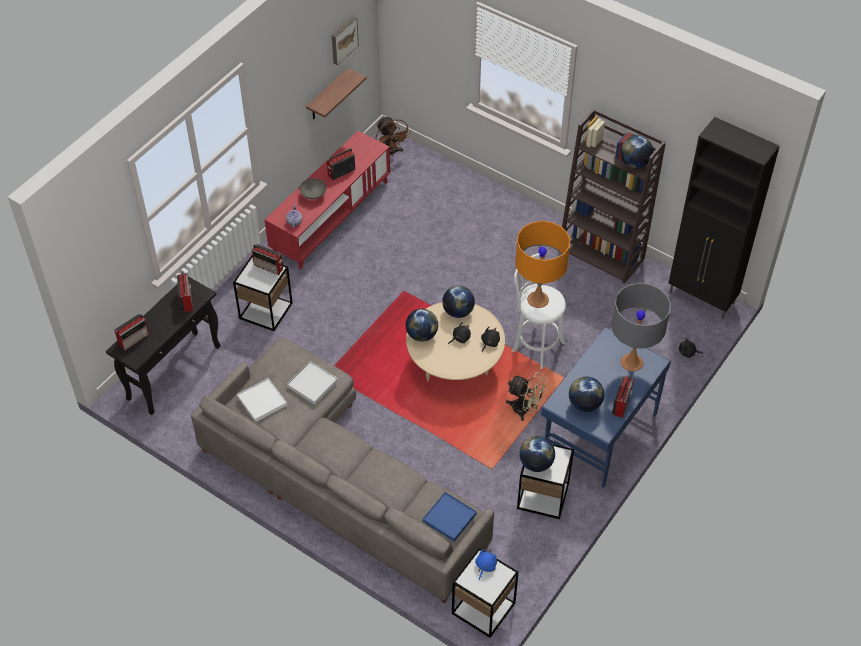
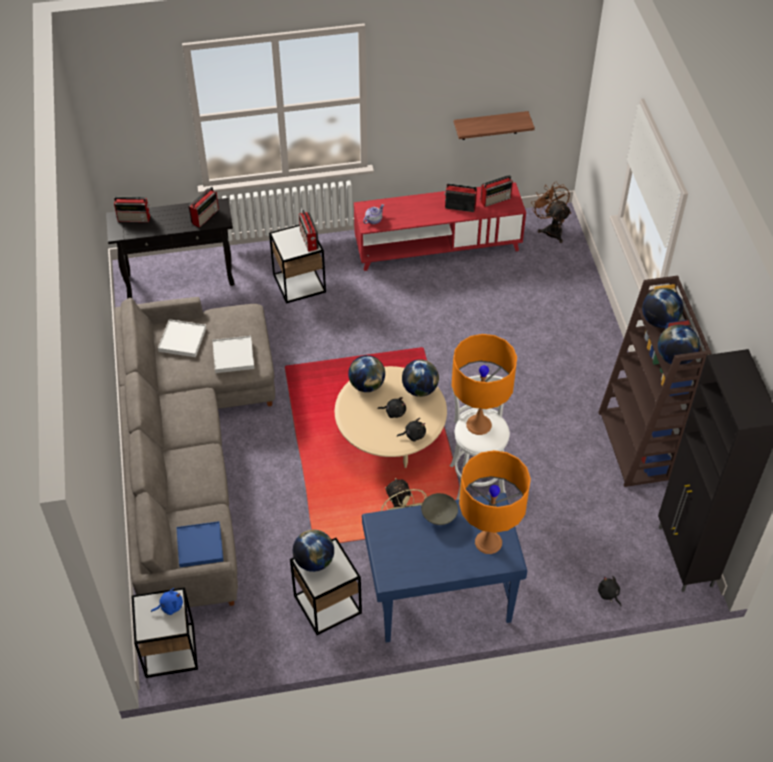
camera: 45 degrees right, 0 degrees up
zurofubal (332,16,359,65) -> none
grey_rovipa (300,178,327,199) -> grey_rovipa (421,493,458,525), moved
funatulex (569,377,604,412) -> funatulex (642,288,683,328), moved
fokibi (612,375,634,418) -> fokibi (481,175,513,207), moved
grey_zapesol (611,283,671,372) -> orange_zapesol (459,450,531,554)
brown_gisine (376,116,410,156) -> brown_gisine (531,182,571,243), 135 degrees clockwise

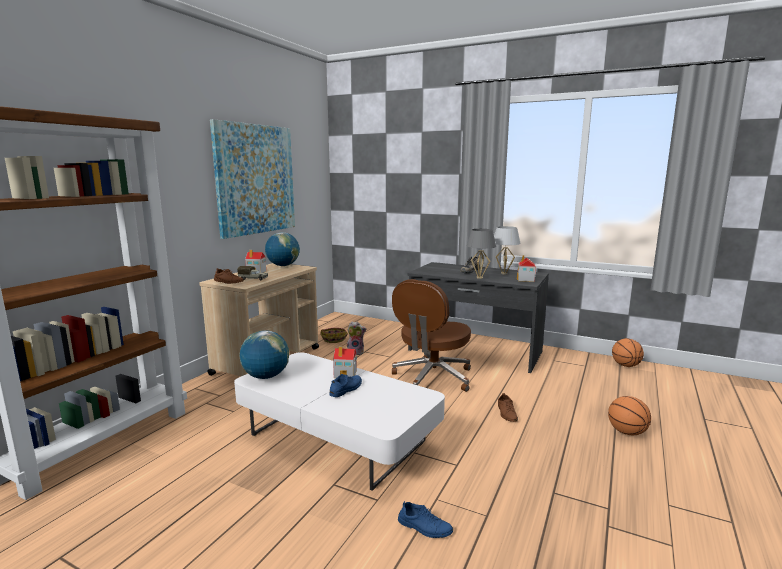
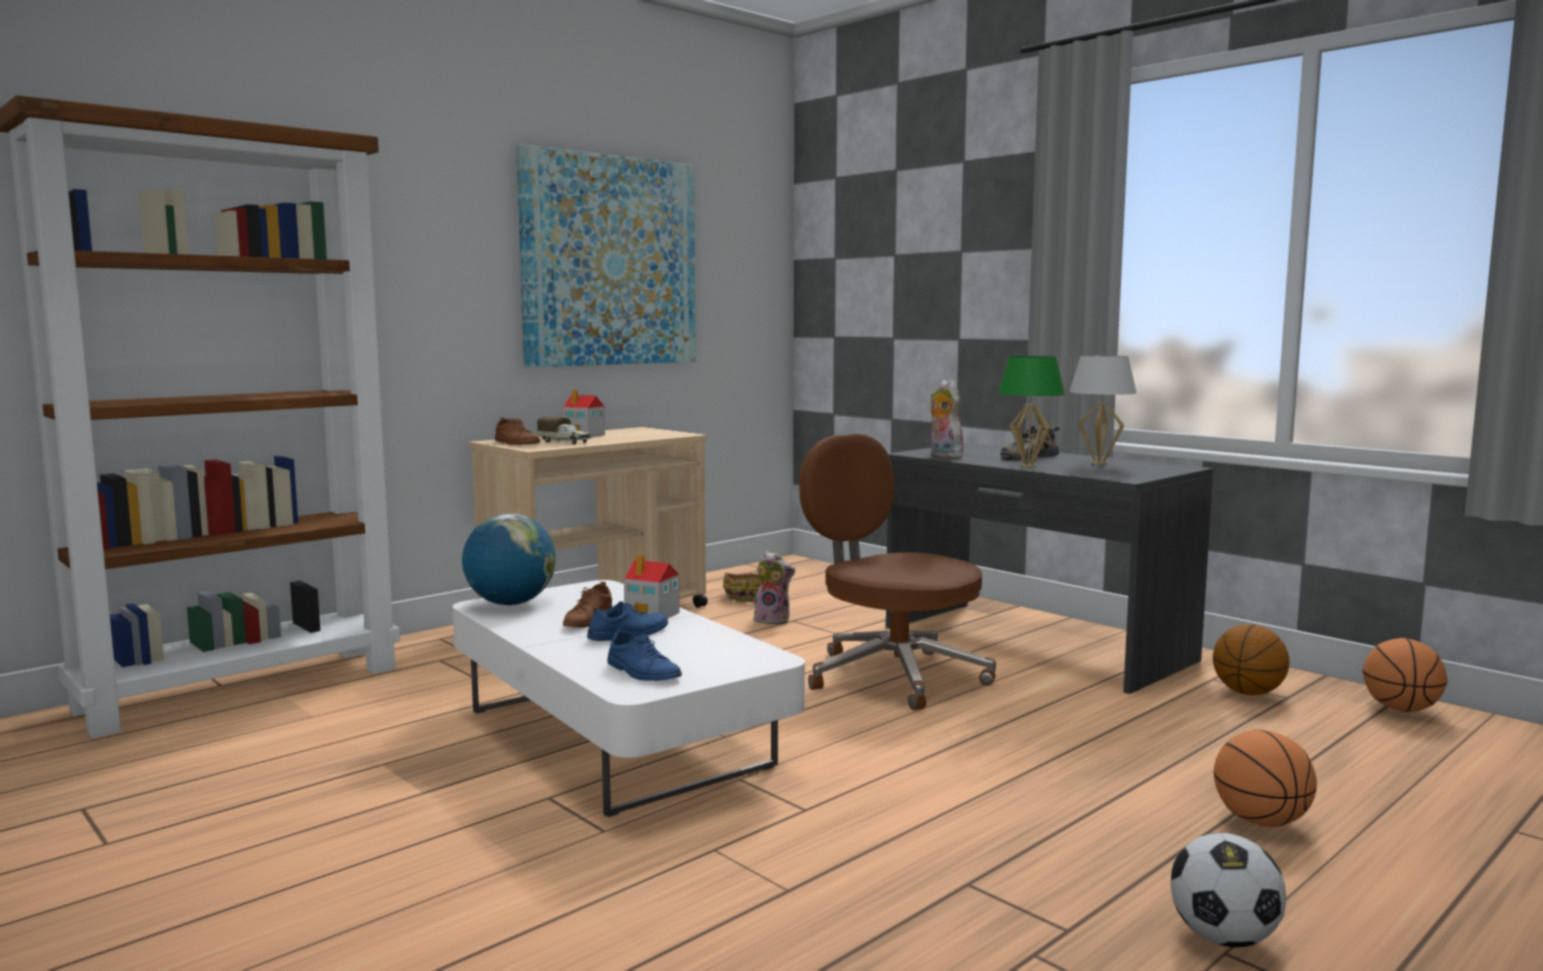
camera: 20 degrees right, 5 degrees down
funatulex (265,232,300,266) -> none
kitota (517,255,536,282) -> none
none -> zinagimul (930,380,964,458)
none -> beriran (1171,833,1286,947)
none -> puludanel (1213,624,1289,695)
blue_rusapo (398,501,453,538) -> blue_rusapo (607,628,682,681), moved
brown_rusapo (498,393,518,422) -> brown_rusapo (563,582,612,628), moved
grey_zapesol (467,229,496,279) -> green_zapesol (998,356,1065,467)
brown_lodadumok (392,279,471,392) -> brown_lodadumok (799,434,996,710), 90 degrees clockwise

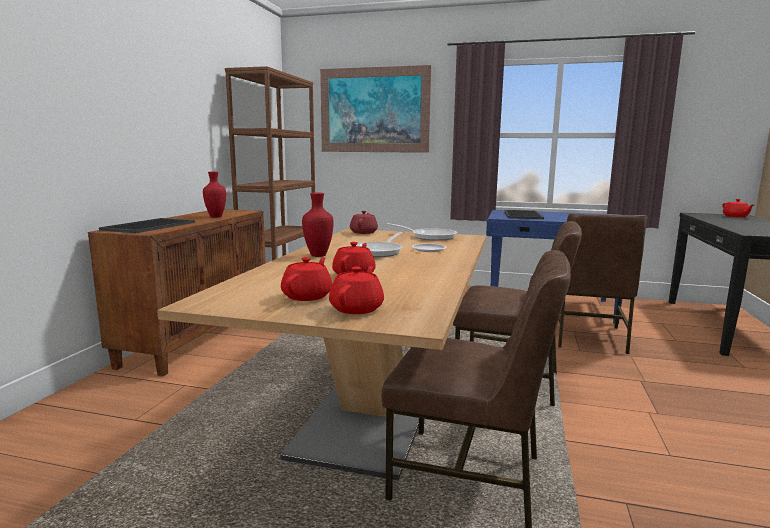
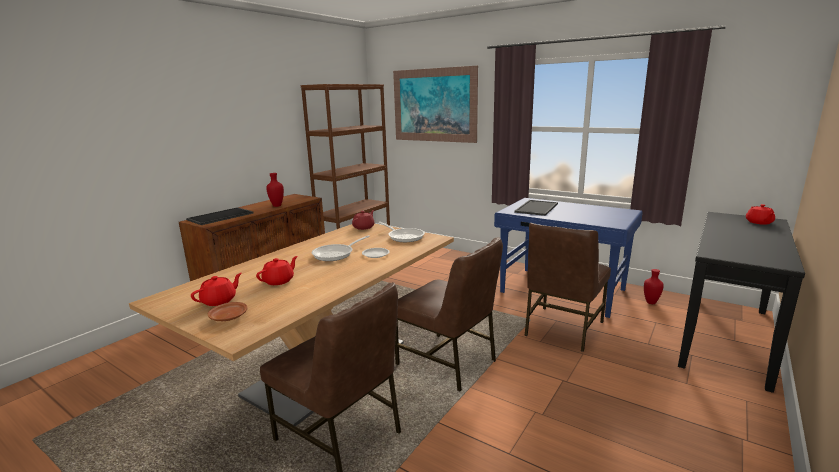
camera: 20 degrees right, 5 degrees up
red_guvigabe (302,193,334,257) -> red_guvigabe (644,269,664,304), moved
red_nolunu (329,266,384,314) -> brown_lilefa (208,302,248,321)

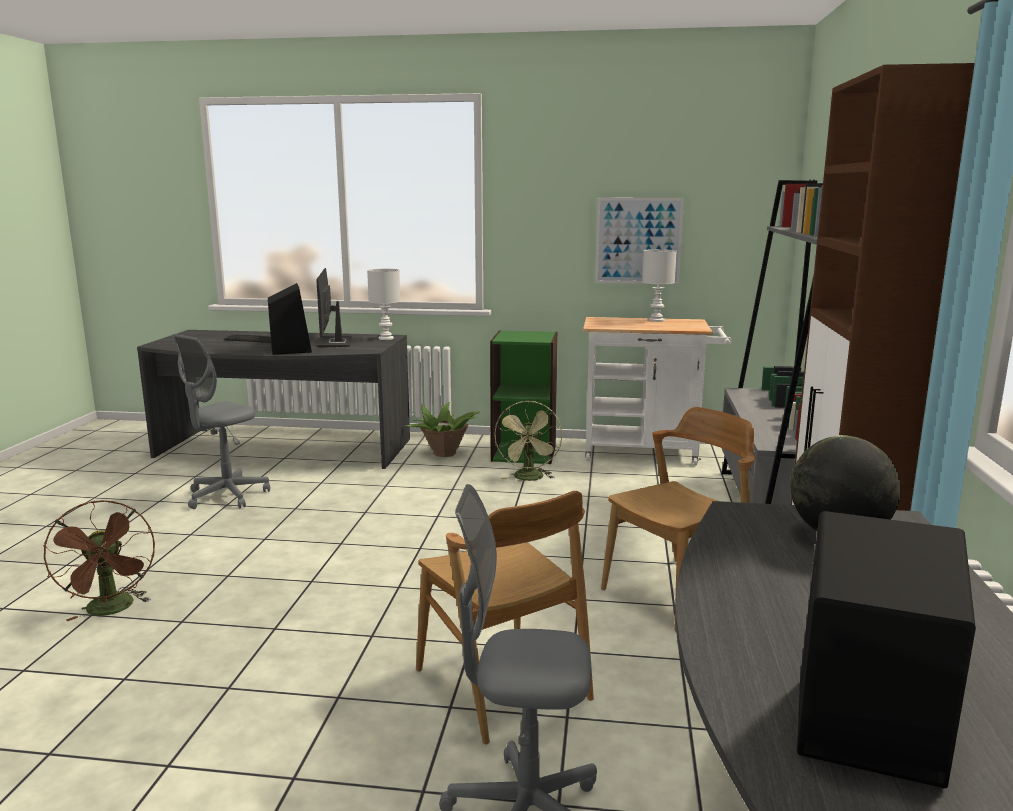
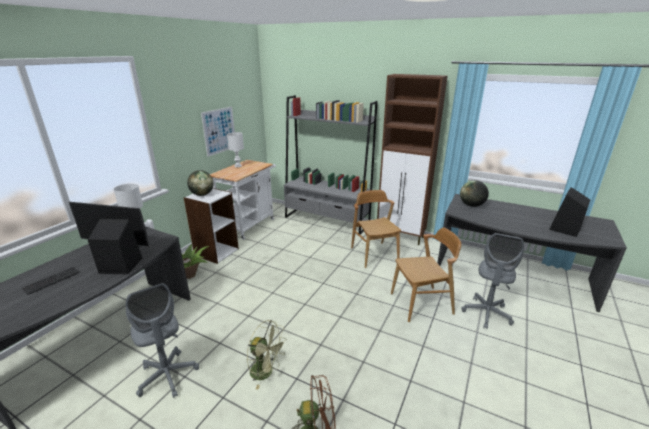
camera: 70 degrees left, 10 degrees up
none -> funatulex (187,170,214,196)
green_gisine (494,401,562,481) -> green_gisine (247,320,287,390), moved
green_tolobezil (490,330,558,464) -> white_tolobezil (184,188,239,264)

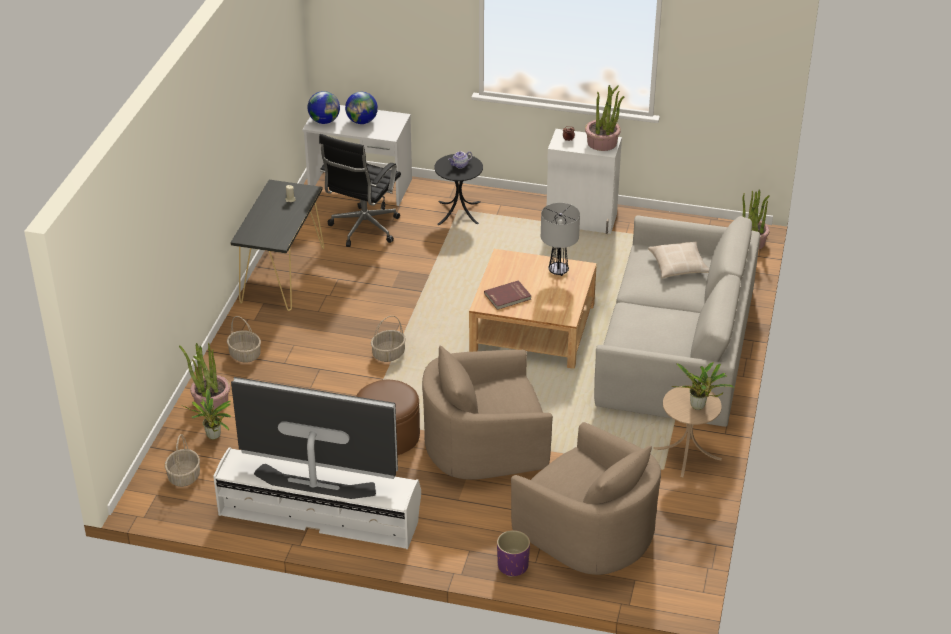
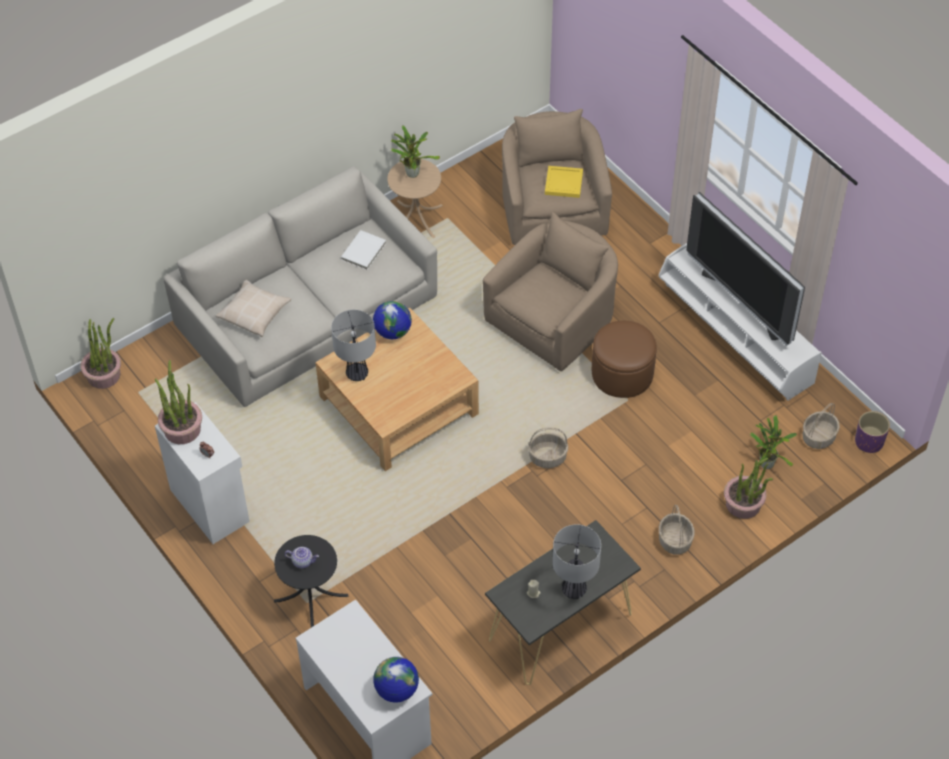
camera: 140 degrees left, 15 degrees up
black_lodadumok (319,134,401,247) -> none
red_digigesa (484,280,531,310) -> none
none -> white_digigesa (341,230,386,270)
none -> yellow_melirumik (545,166,583,198)
none -> zapesol (552,524,601,599)
funatulex (345,92,378,124) -> funatulex (373,301,412,339), moved
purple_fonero (497,530,530,577) -> purple_fonero (855,411,890,453), moved
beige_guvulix (422,346,553,480) -> beige_guvulix (483,212,618,371), 75 degrees counterclockwise

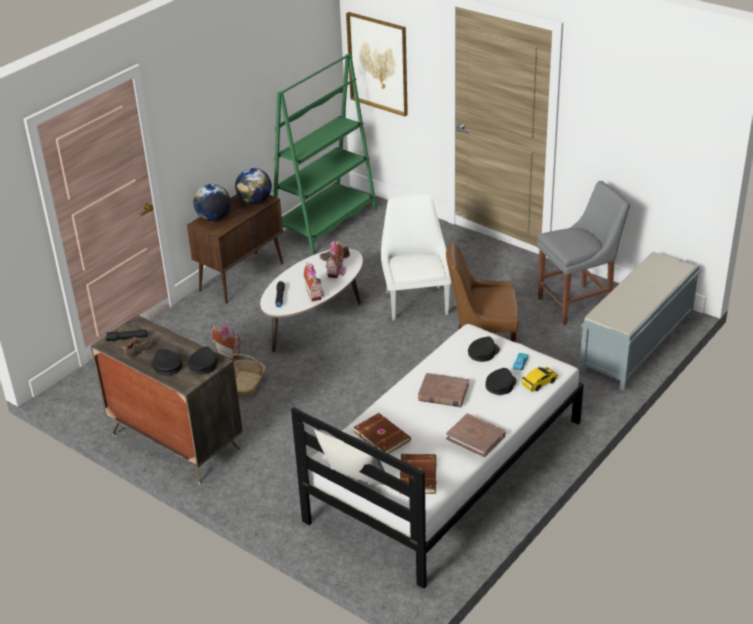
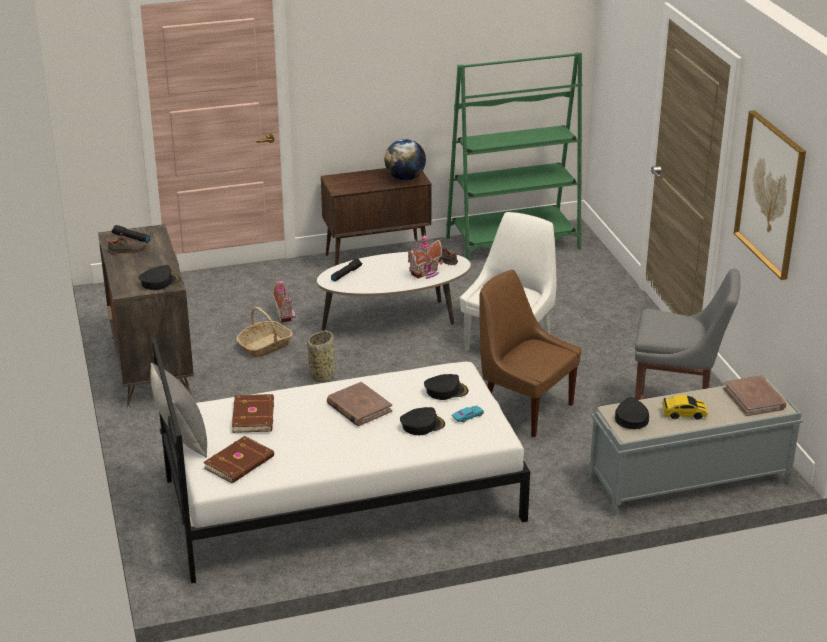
camera: 35 degrees right, 5 degrees down
funatulex (193,184,231,221) -> none
kitota (303,262,324,302) -> none
none -> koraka (307,330,336,384)
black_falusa (151,349,183,376) -> black_falusa (615,397,649,429), moved
zurofubal (346,12,408,116) -> zurofubal (734,110,806,280), moved
brown_digigesa (446,413,506,457) -> brown_digigesa (723,375,786,416), moved
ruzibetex (521,366,558,392) -> ruzibetex (662,395,708,419), moved

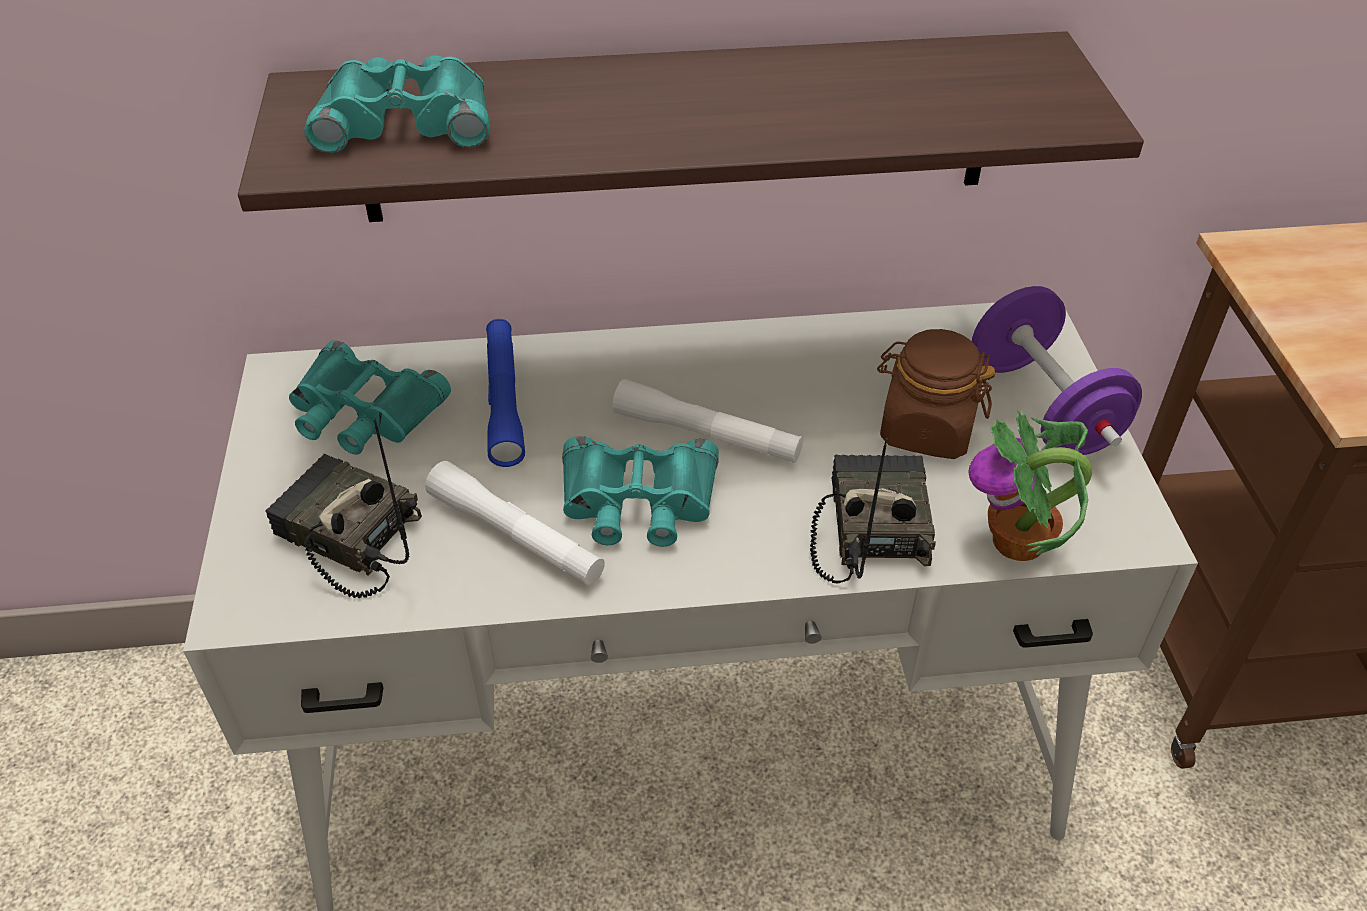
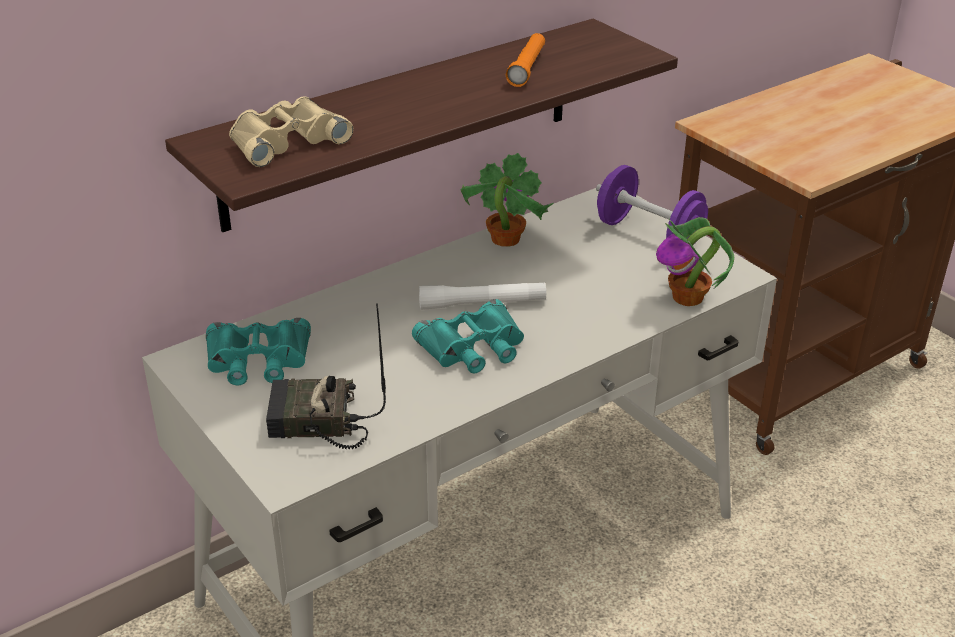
camera: 30 degrees left, 10 degrees down
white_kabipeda (425,461,605,586) -> none
blue_kabipeda (486,319,525,467) -> none
fokibi (810,438,936,583) -> none
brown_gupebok (877,329,995,459) -> none
none -> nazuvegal (461,153,554,247)
none -> orange_kabipeda (506,33,545,87)
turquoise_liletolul (304,55,490,153) -> beige_liletolul (229,96,354,167)

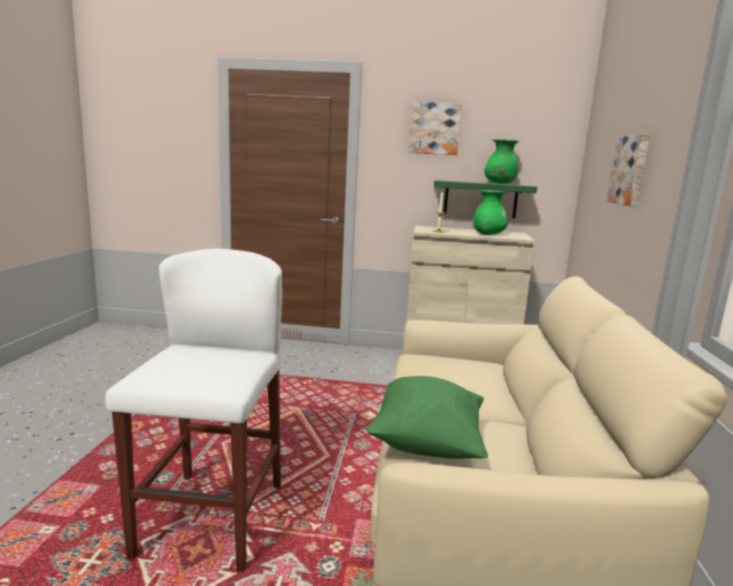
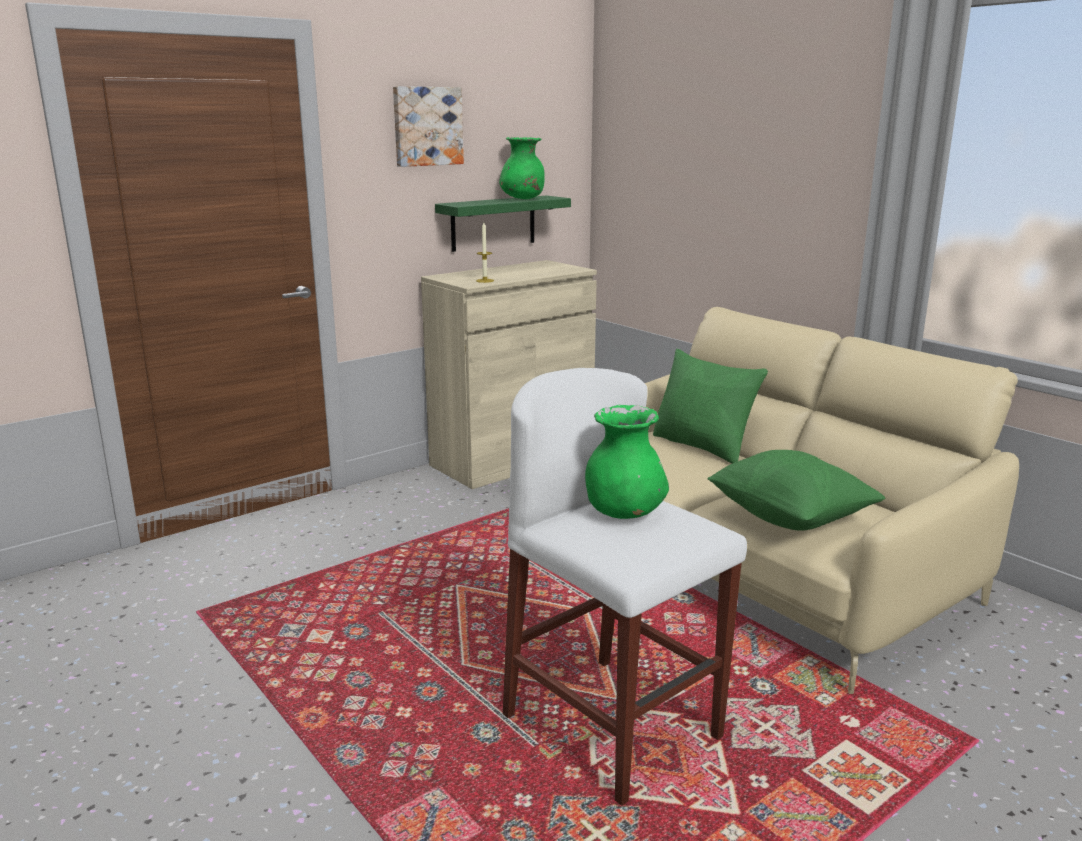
camera: 45 degrees left, 5 degrees up
zurofubal (606,134,650,206) -> none
none -> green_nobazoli (653,349,768,463)
green_guvigabe (473,190,508,235) -> green_guvigabe (585,405,669,519), moved

